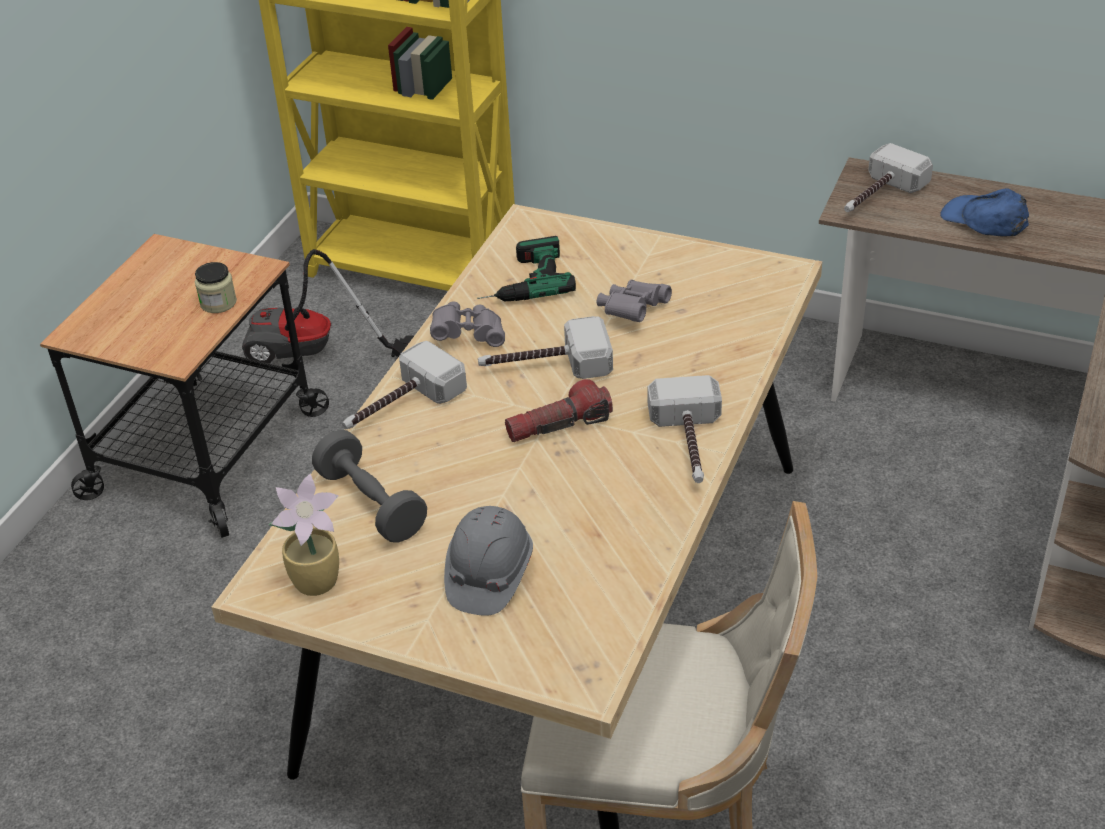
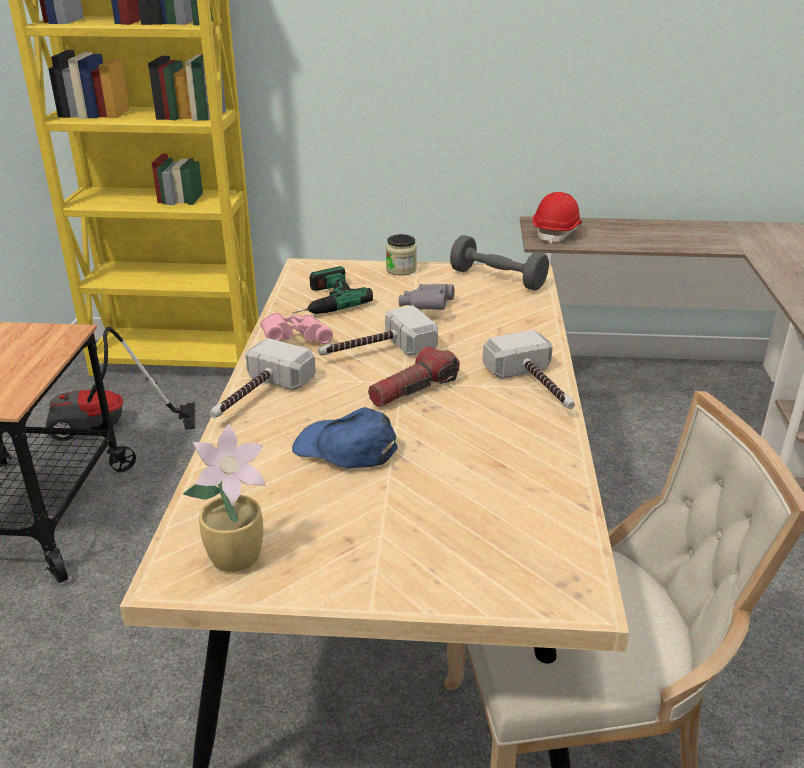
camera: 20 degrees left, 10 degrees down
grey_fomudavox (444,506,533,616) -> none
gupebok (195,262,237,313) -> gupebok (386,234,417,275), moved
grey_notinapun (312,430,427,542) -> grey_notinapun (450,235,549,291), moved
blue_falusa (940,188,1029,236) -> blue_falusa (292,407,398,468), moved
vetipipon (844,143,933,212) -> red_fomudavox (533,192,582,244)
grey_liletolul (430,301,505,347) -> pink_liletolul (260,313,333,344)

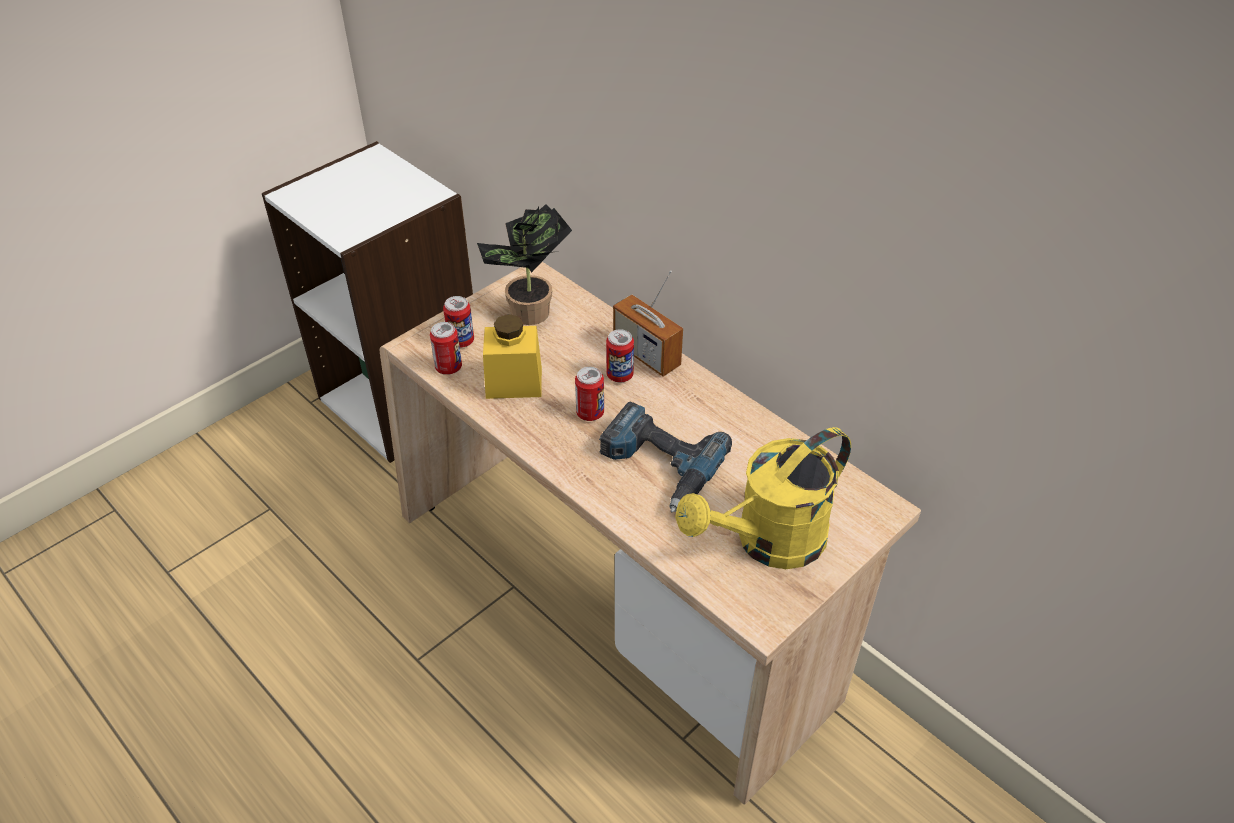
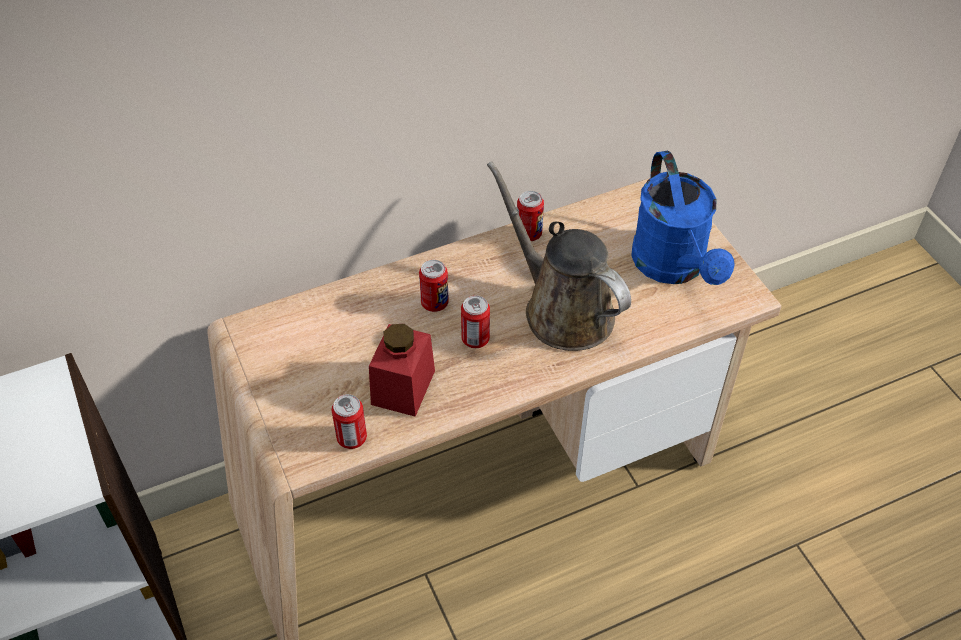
camera: 70 degrees left, 5 degrees up
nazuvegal (477,204,572,325) -> none
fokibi (613,270,683,377) -> none
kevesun (443,296,474,348) -> kevesun (517,191,544,241), moved
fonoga (599,402,732,512) -> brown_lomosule (487,161,631,351)
yellow_gupebok (483,314,542,399) -> red_gupebok (369,324,435,417)
yellow_lomosule (675,427,851,569) -> blue_lomosule (631,151,735,285)

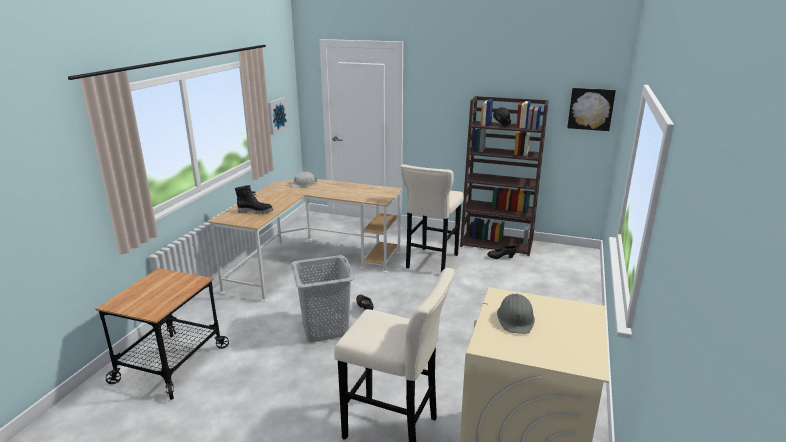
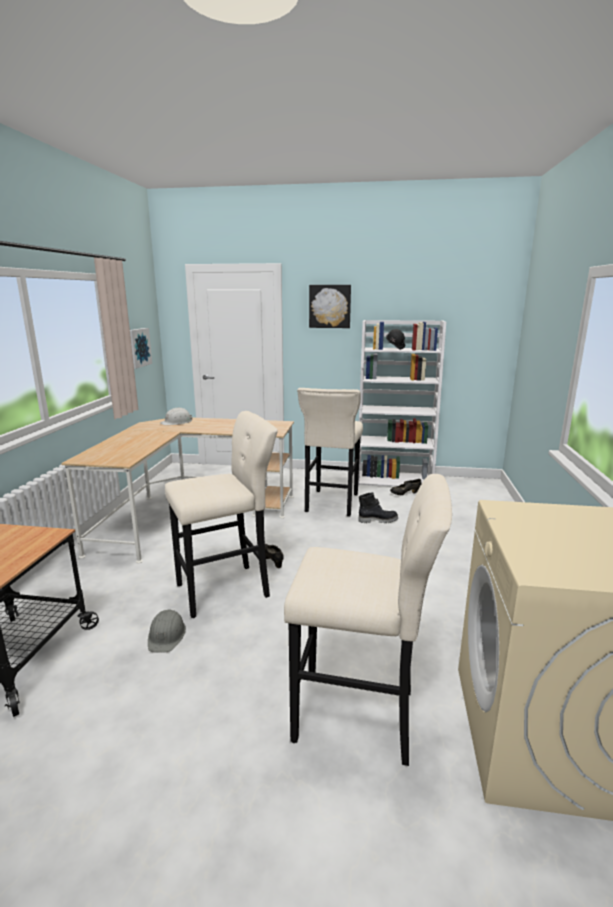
camera: 10 degrees left, 5 degrees down
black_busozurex (235,185,273,214) -> black_busozurex (358,492,398,523), moved
grey_fomudavox (497,294,535,334) -> grey_fomudavox (148,609,186,653), moved
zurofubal (567,88,616,131) -> zurofubal (309,285,351,328), moved
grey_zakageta (291,255,355,342) -> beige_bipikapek (165,411,278,618)
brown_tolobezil (460,96,549,256) -> white_tolobezil (358,320,446,487)

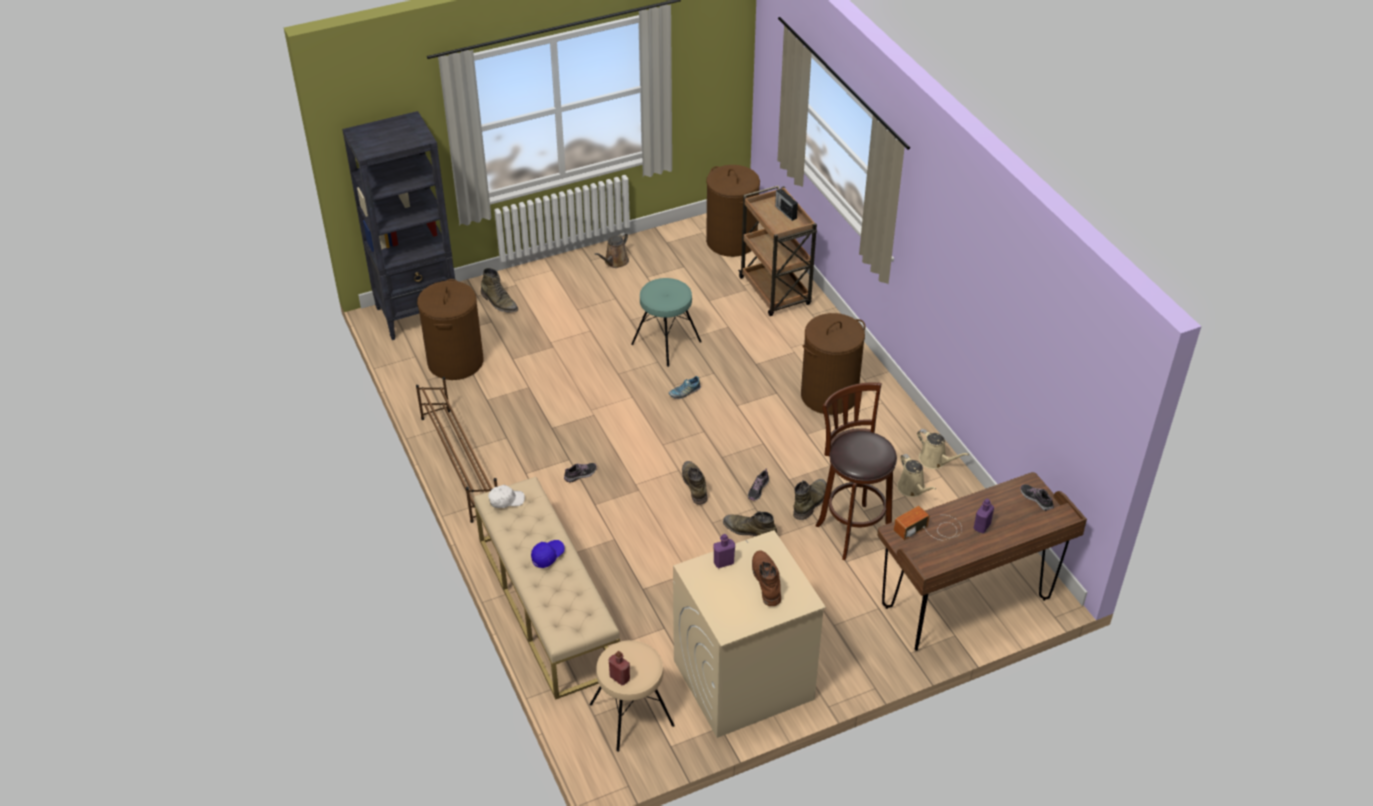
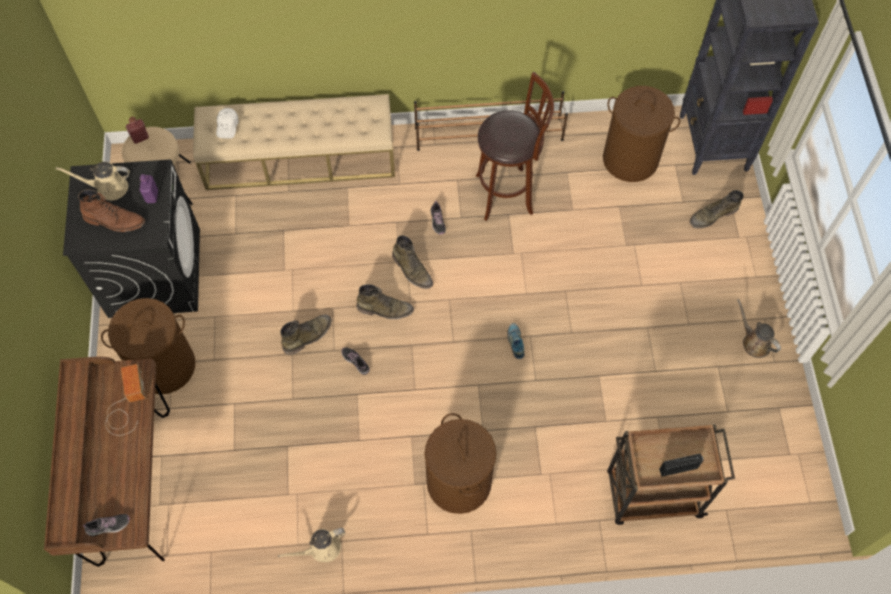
camera: 110 degrees right, 20 degrees up
blue_falusa (531,540,565,568) -> none
turquoise_bipikapek (631,278,702,367) -> none
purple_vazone (974,499,994,533) -> none
white_falusa (488,485,525,508) -> white_falusa (216,108,239,139), moved
brown_zakageta (706,165,760,257) -> brown_zakageta (101,298,195,394), moved
green_busozurex (793,479,827,520) -> green_busozurex (392,235,433,289), moved
brown_bipikapek (815,382,897,560) -> brown_bipikapek (476,72,554,221), moved
beige_lomosule (897,454,936,497) -> beige_lomosule (56,162,130,200), moved
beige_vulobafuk (673,530,826,738) -> black_vulobafuk (63,159,200,318)

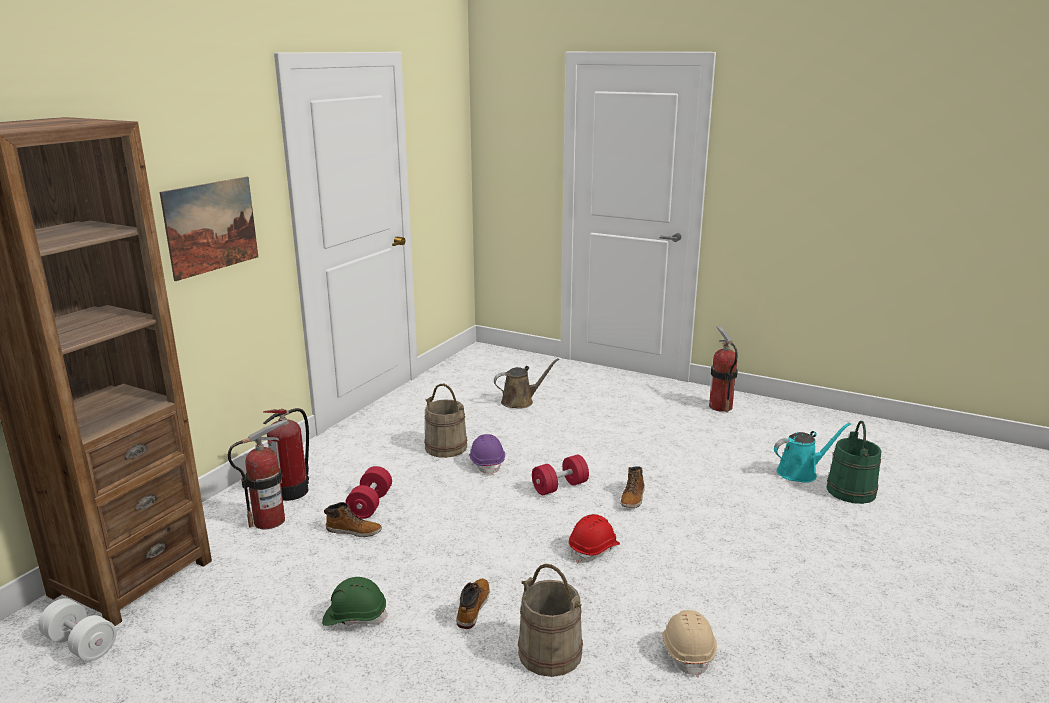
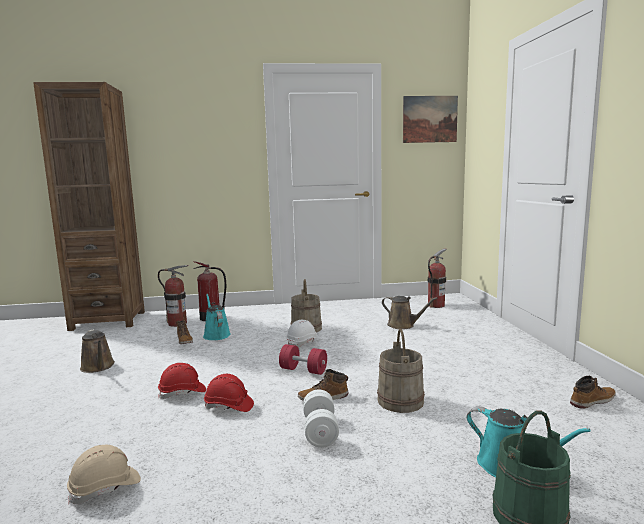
camera: 55 degrees right, 10 degrees down
none -> red_fomudavox (158,363,206,399)
white_notinapun (38,598,116,661) -> white_notinapun (303,390,339,447), moved
zurofubal (159,177,258,281) -> zurofubal (403,96,458,143), moved
busozurex (457,579,489,629) -> busozurex (570,376,616,409), moved
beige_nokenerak (518,564,583,677) -> beige_nokenerak (377,329,425,413), moved
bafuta (709,326,738,413) -> bafuta (428,249,447,308), moved
green_fomudavox (322,577,388,626) -> brown_lomosule (80,329,115,373)
red_notinapun (345,466,392,519) -> turquoise_lomosule (203,294,231,340)
purple_fomudavox (469,434,505,475) -> white_fomudavox (286,320,319,347)

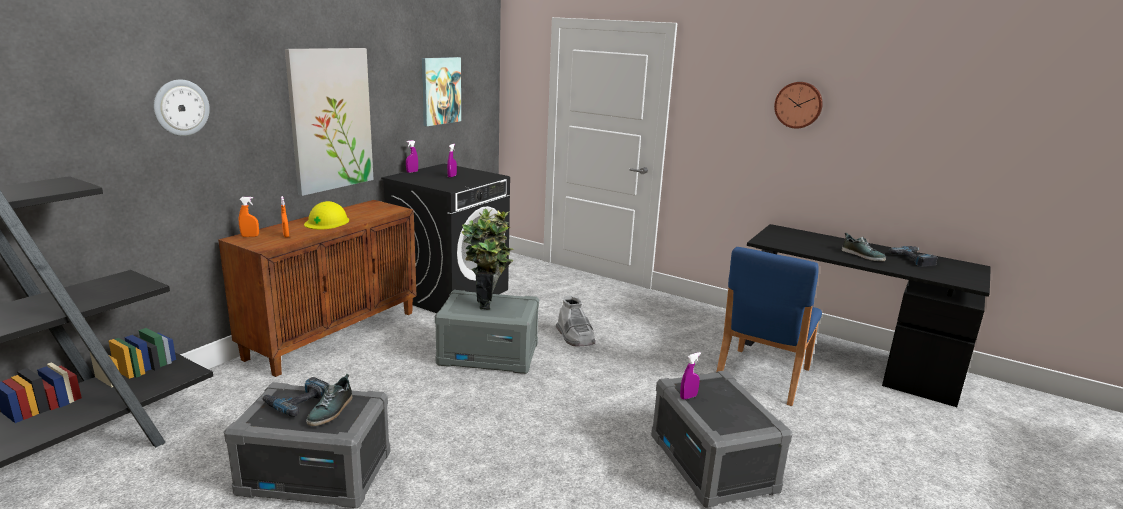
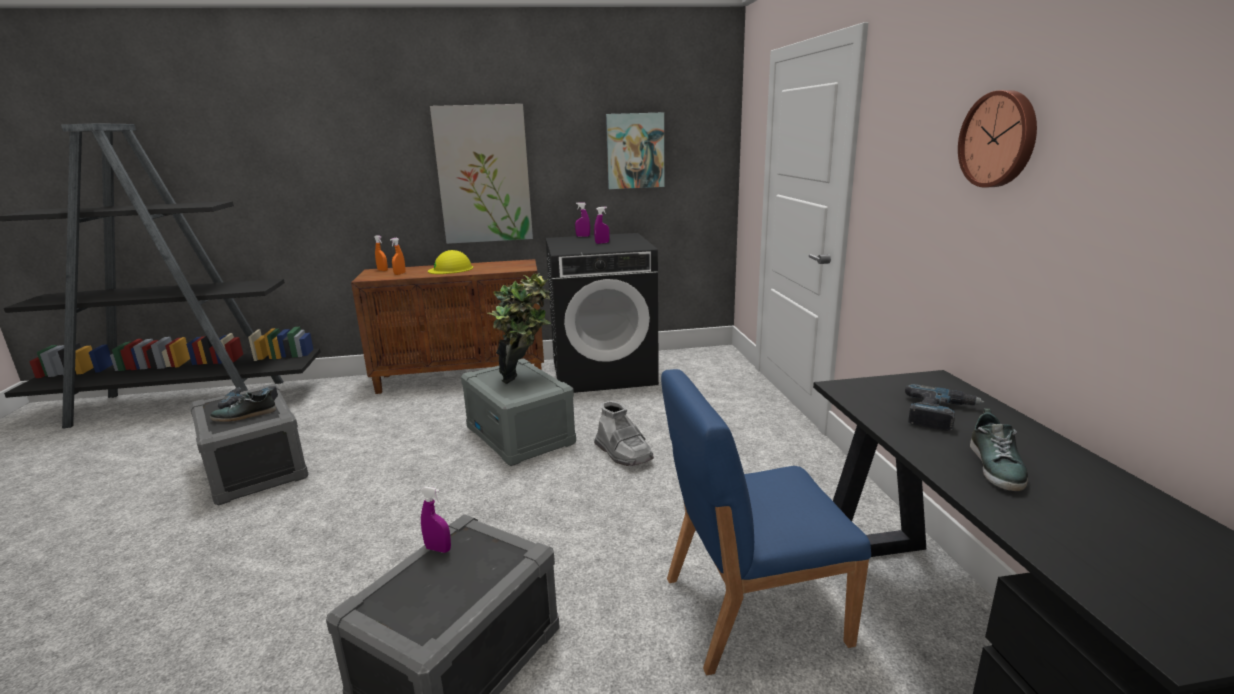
camera: 50 degrees right, 0 degrees up
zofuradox (154,80,210,136) -> none
fonoga (888,246,938,267) -> fonoga (905,384,984,431), moved
grey_busozurex (556,296,595,347) -> grey_busozurex (594,401,654,466), 60 degrees counterclockwise

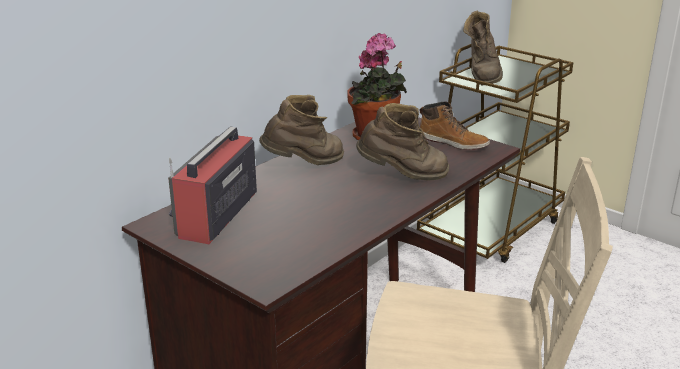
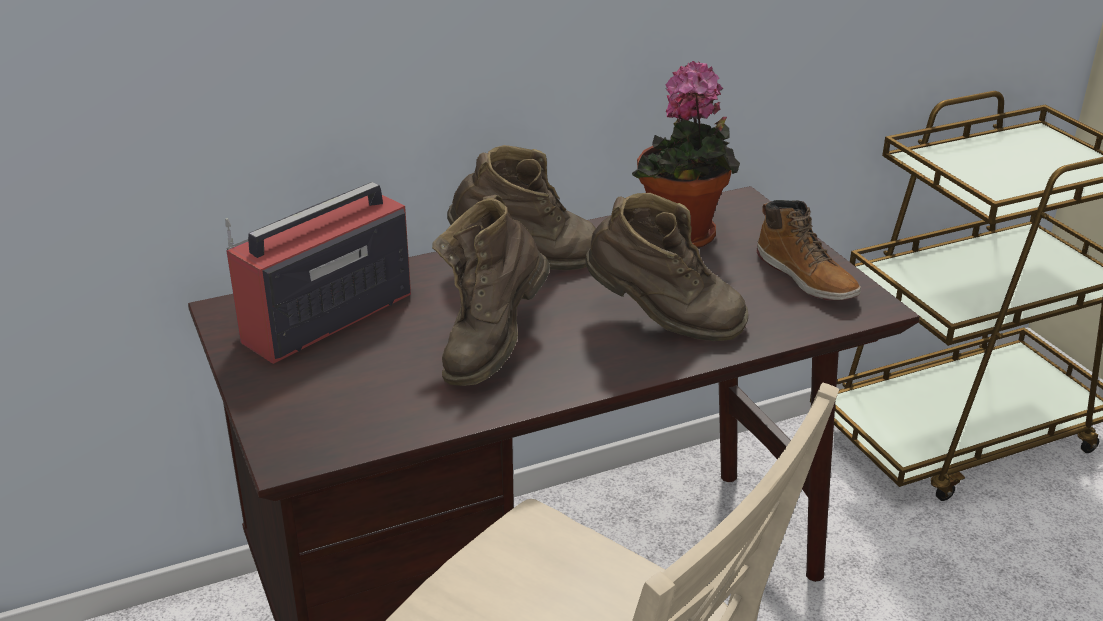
camera: 25 degrees right, 5 degrees up
brown_busozurex (463,10,503,85) -> brown_busozurex (432,195,550,386), moved

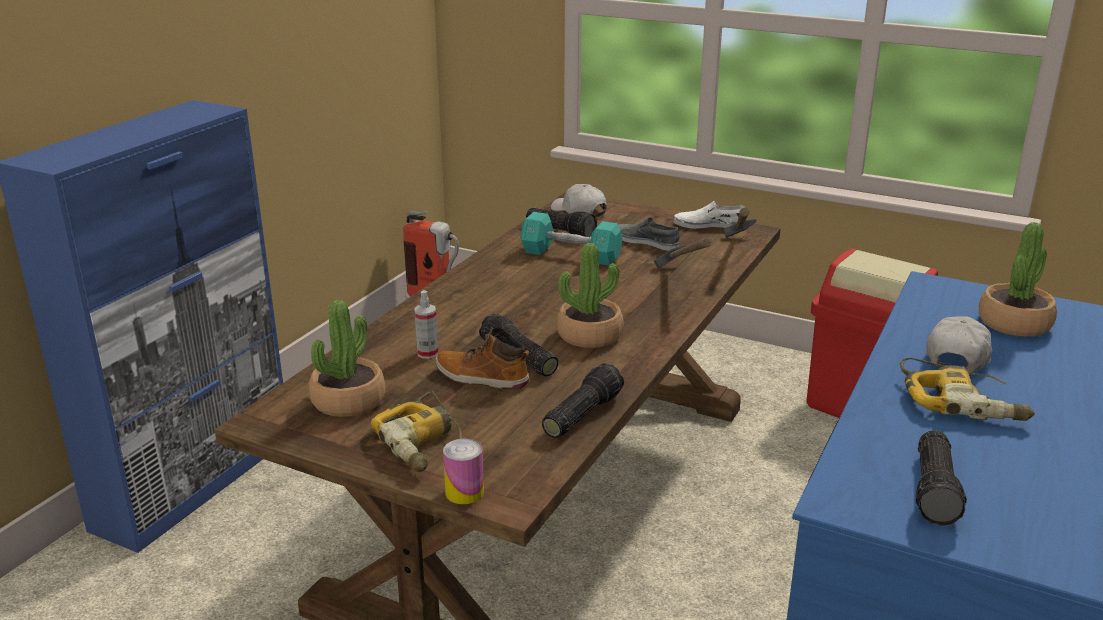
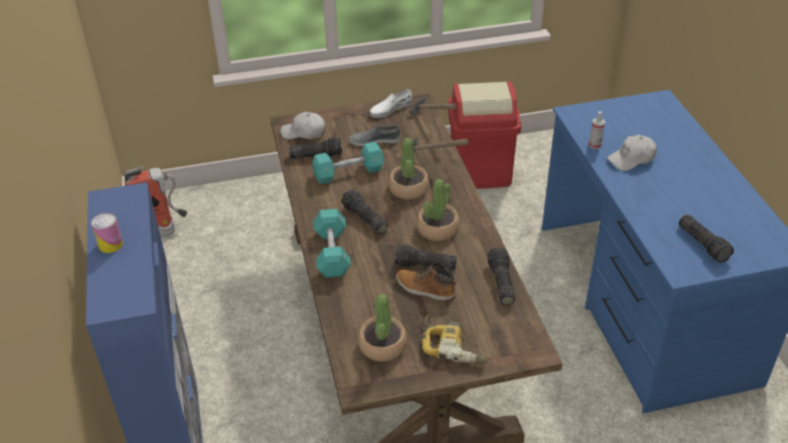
camera: 40 degrees left, 15 degrees up
fonoga (900,358,1035,421) -> none
none -> turquoise_notinapun (313,209,351,278)
none -> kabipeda (341,190,388,234)
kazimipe (414,290,438,359) -> kazimipe (589,111,605,149), moved
kevesun (443,439,484,504) -> kevesun (91,213,123,253), moved
nazuvegal (979,222,1057,337) -> nazuvegal (389,138,429,200), moved
busozurex (436,328,530,390) -> busozurex (396,263,457,302), 45 degrees clockwise
white_falusa (926,316,993,372) -> white_falusa (607,135,657,171), 105 degrees counterclockwise

